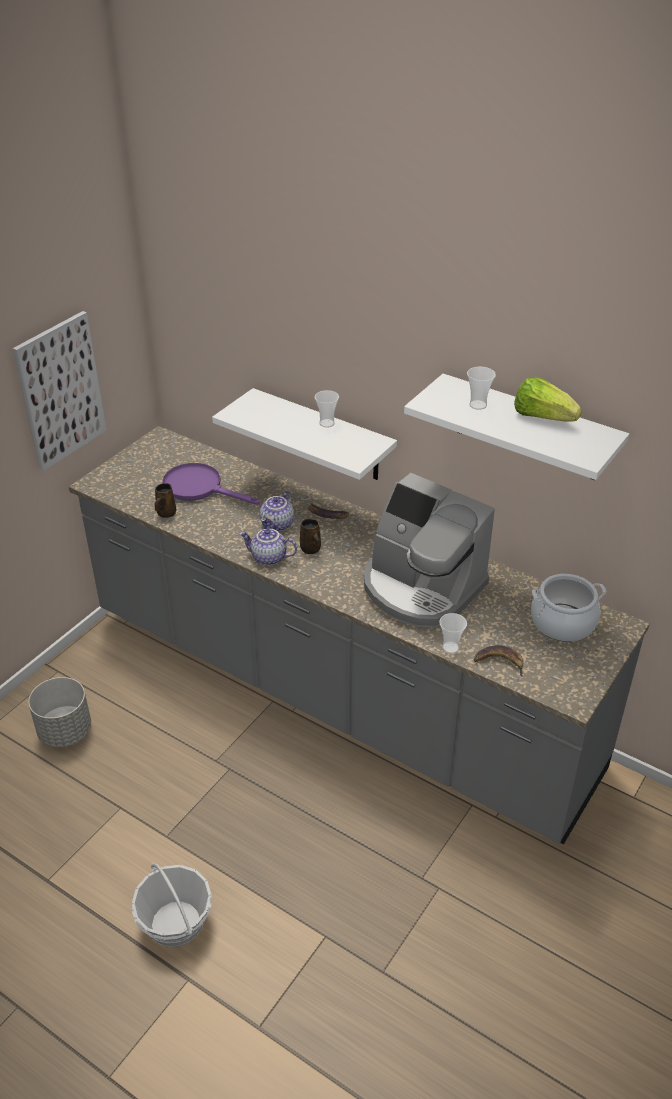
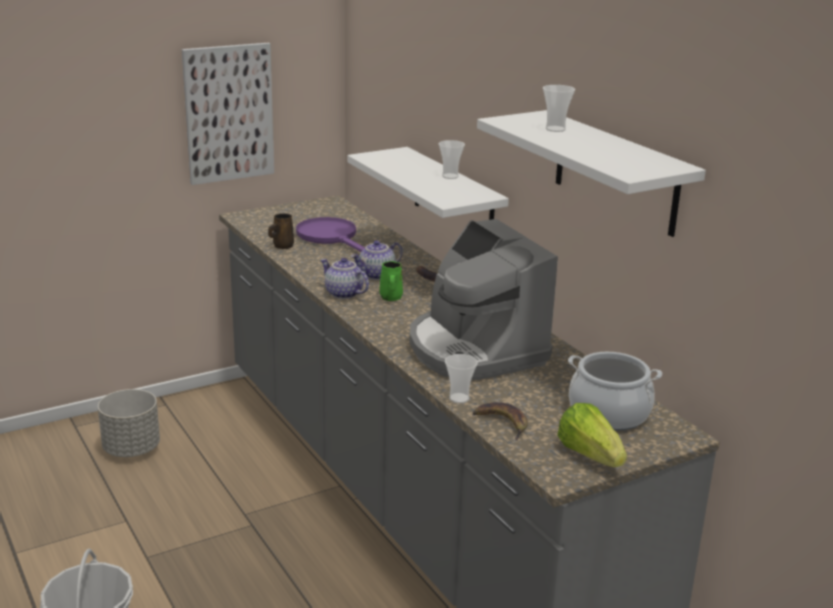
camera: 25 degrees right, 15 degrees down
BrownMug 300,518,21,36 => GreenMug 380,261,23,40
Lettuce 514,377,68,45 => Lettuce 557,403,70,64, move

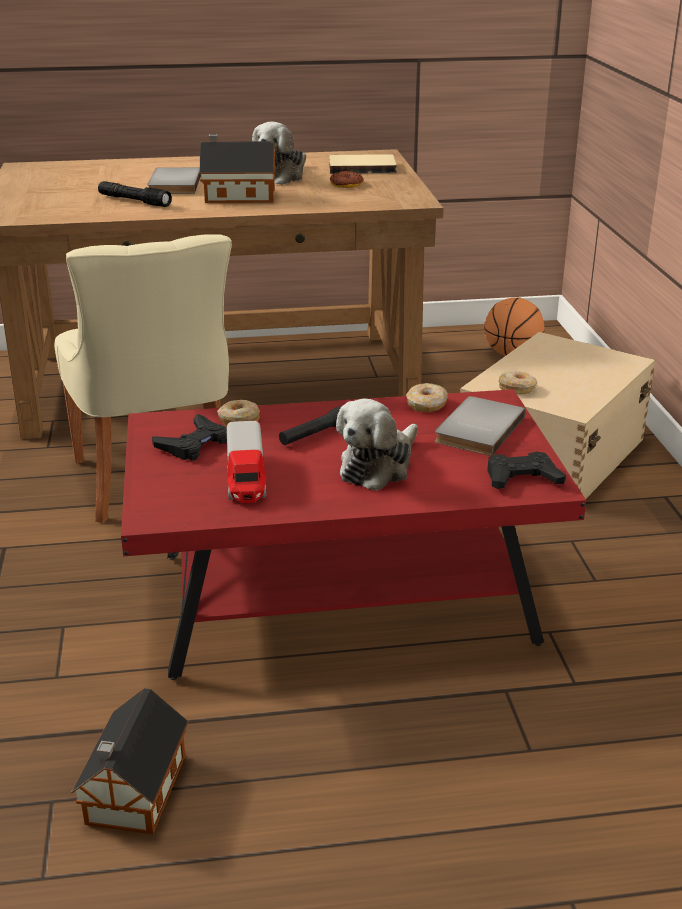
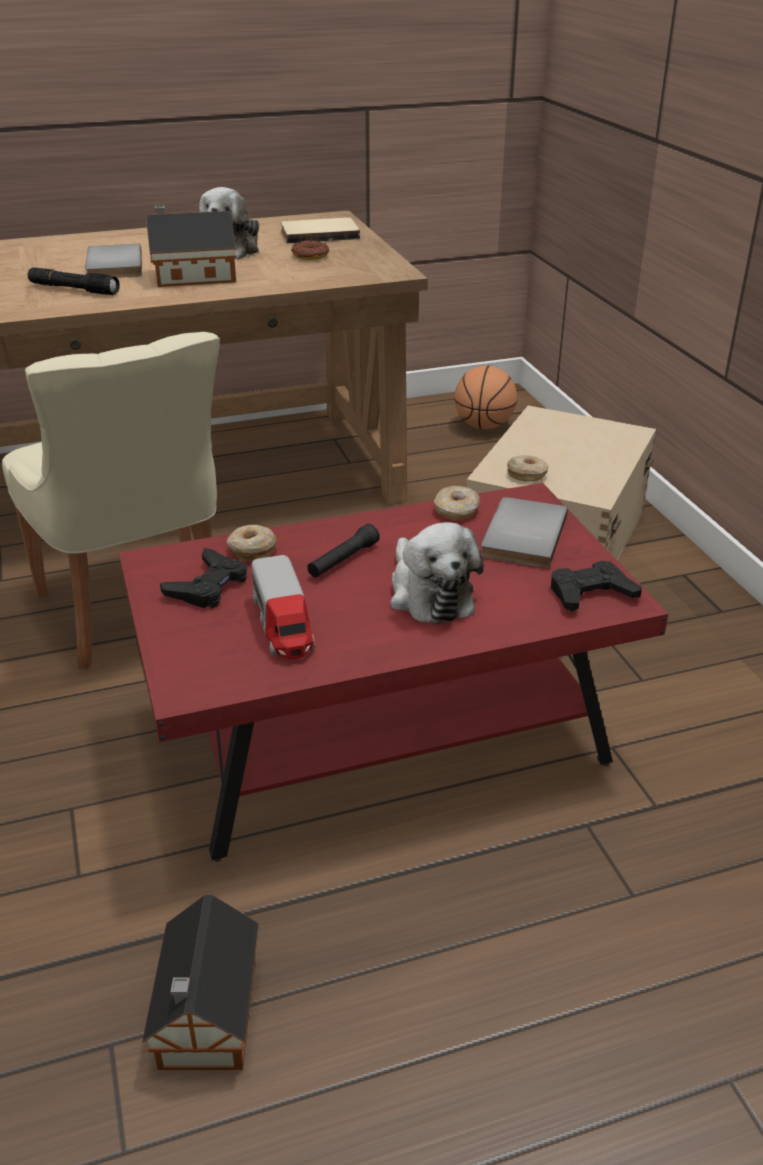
camera: 10 degrees left, 5 degrees up
PlushToy 336,399,82,92 => PlushToy 390,522,94,103, 45 degrees counterclockwise

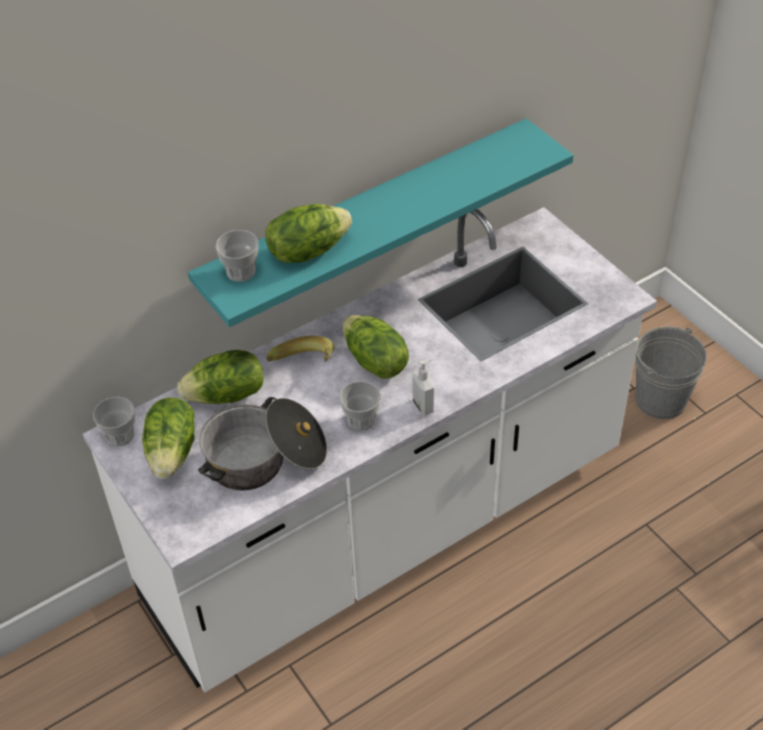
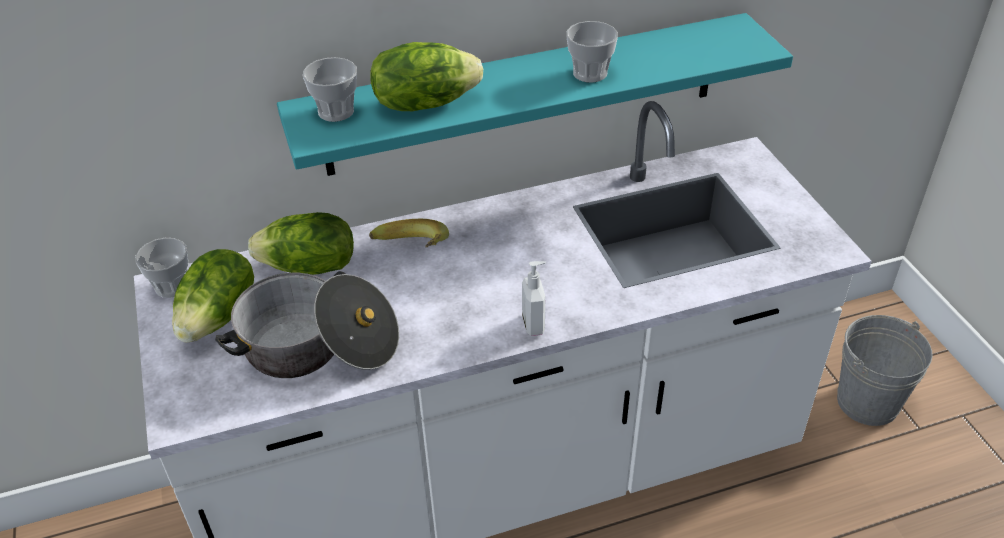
camera: 15 degrees right, 5 degrees down
Cup 339,381,42,50 => Cup 566,21,52,61, move
Lettuce 343,315,66,64 => nothing

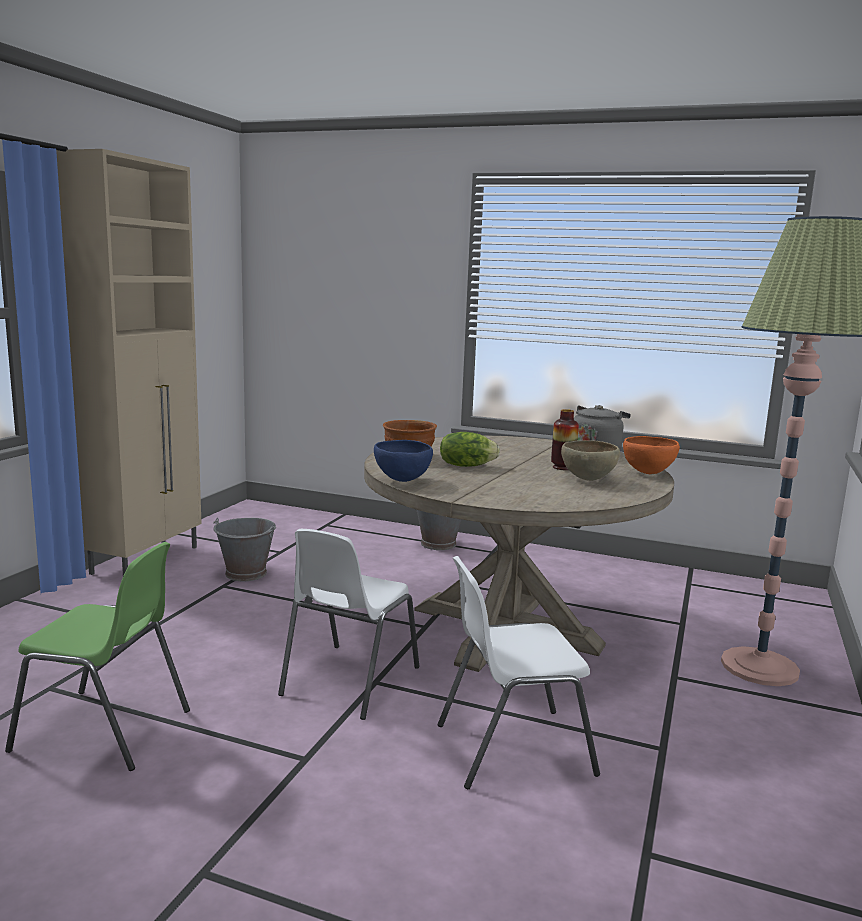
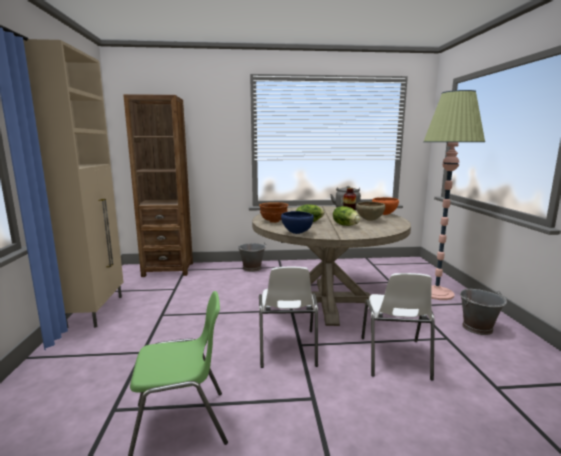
camera: 25 degrees left, 0 degrees up
GreyBucket 213,518,63,63 => GreyBucket 460,289,47,46, move
WhiteChair 438,556,162,233 => WhiteChair 361,273,74,108, 45 degrees counterclockwise
nothing => BrownBookcase 123,94,70,183
nothing => Lettuce 333,206,27,20

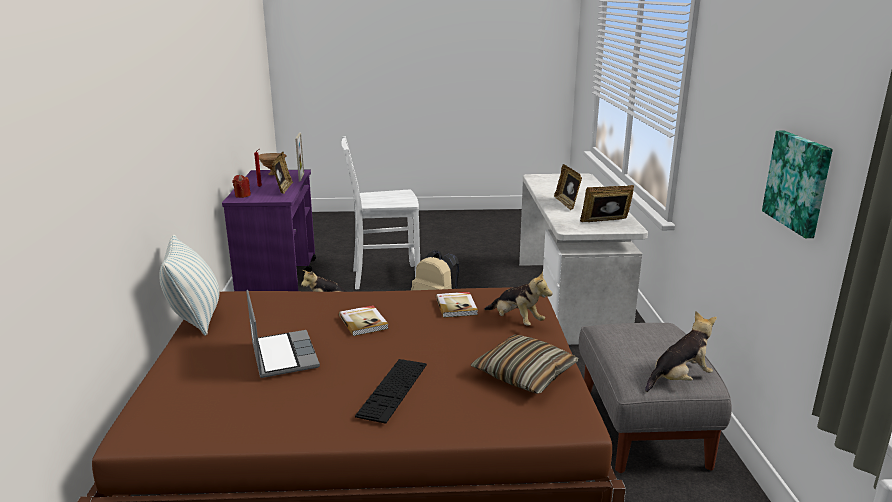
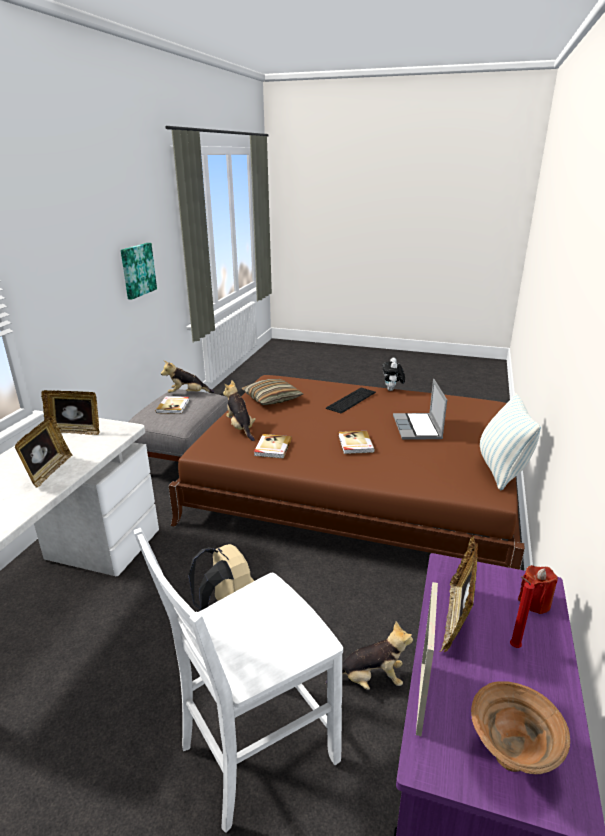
camera: 160 degrees left, 5 degrees up
WhiteChair 341,136,79,154 => WhiteChair 134,528,209,305, 135 degrees clockwise
nothing => Book 156,396,34,18
nothing => PlushToy 382,357,23,34

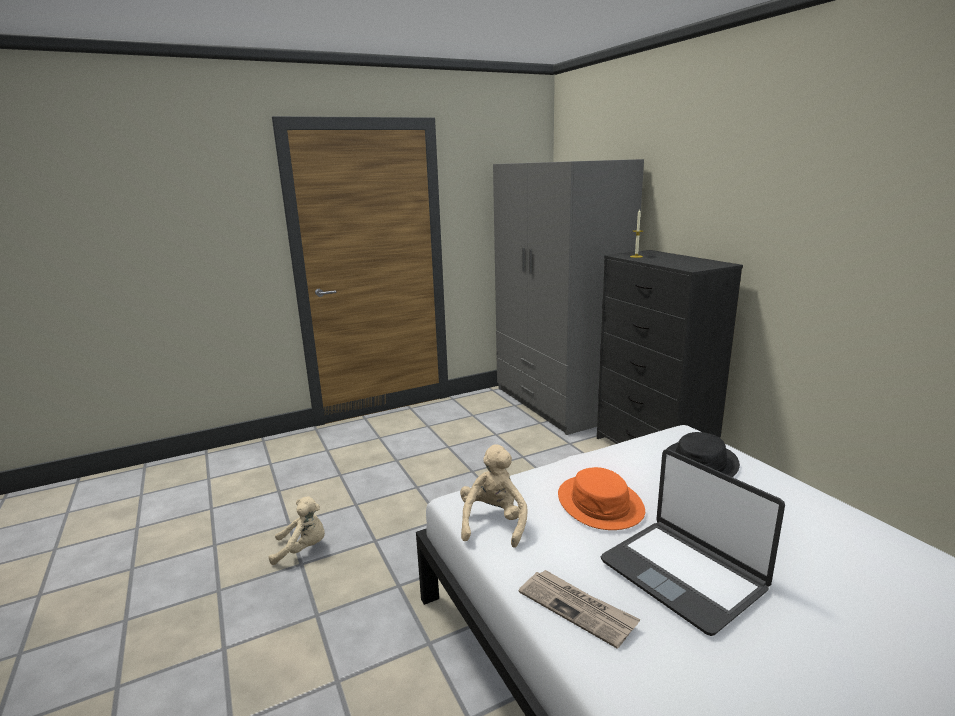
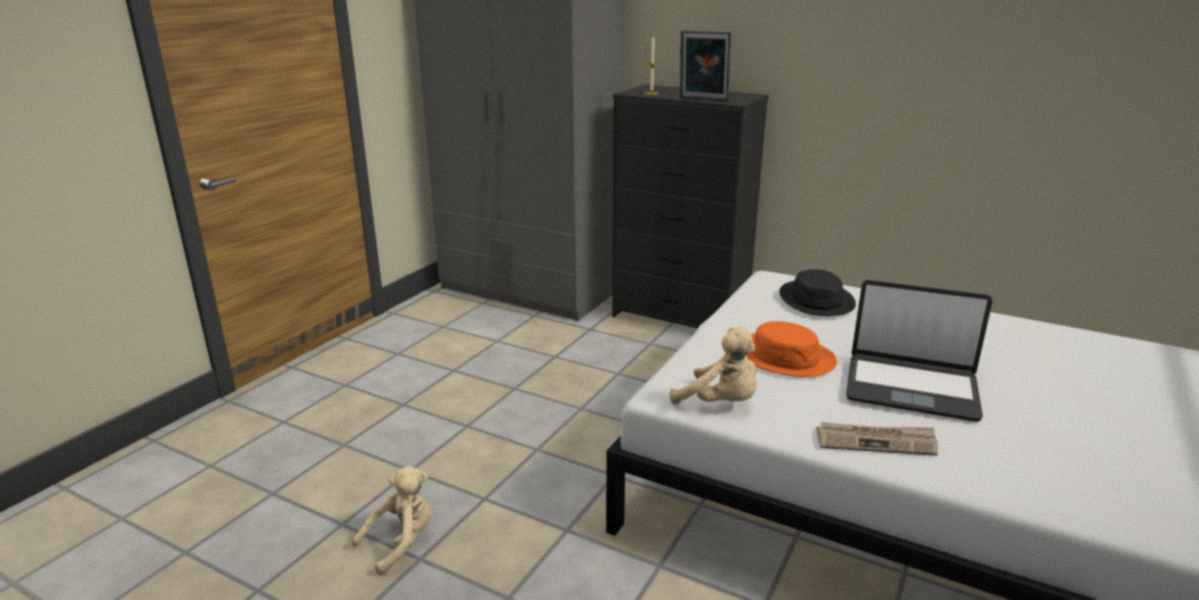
camera: 35 degrees left, 5 degrees up
BeigePlushToy 460,444,68,104 => BeigePlushToy 670,327,86,77, 150 degrees clockwise
nothing => PictureFrame 680,30,51,71

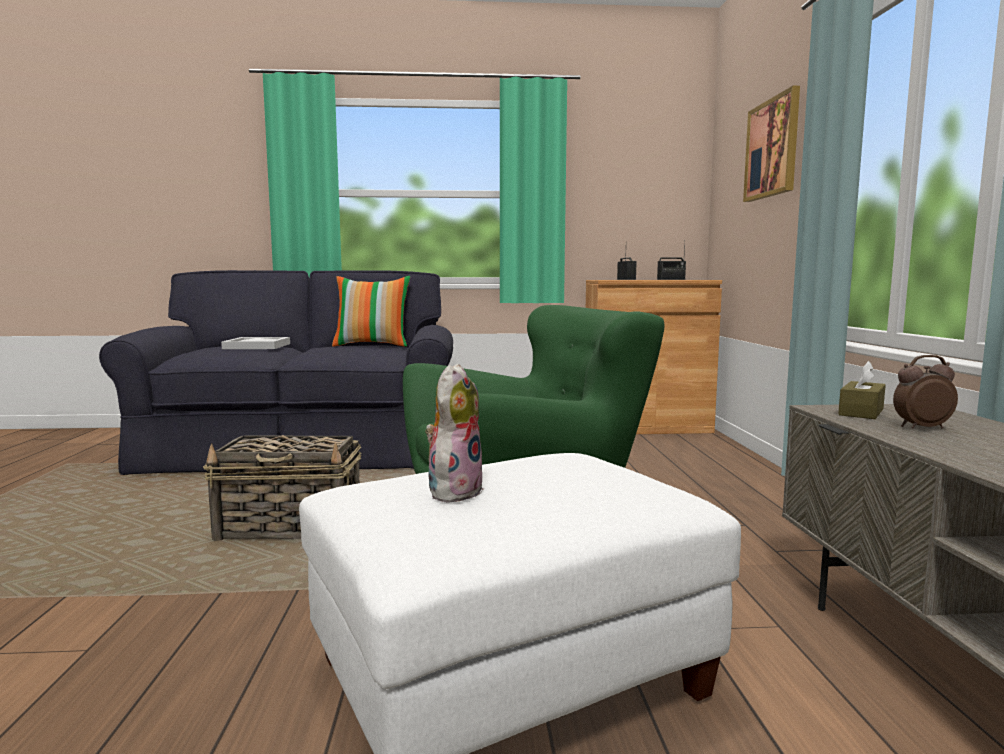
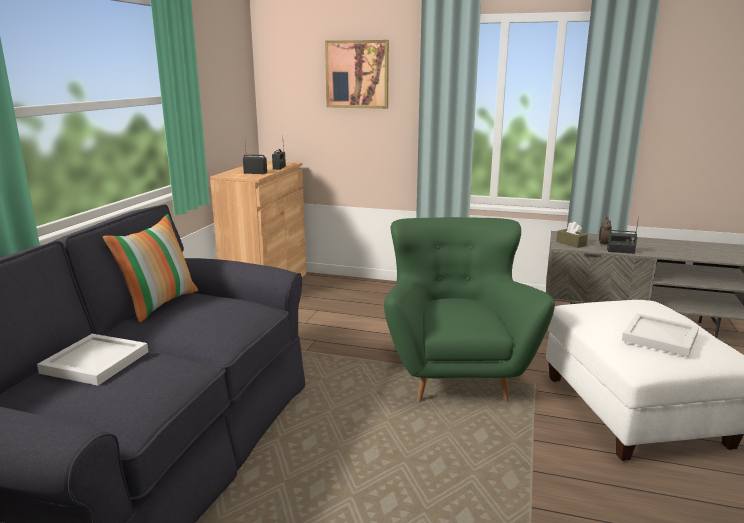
camera: 70 degrees left, 10 degrees up
Basket 203,435,159,106 => nothing
PlushToy 425,364,59,139 => WhiteTray 622,313,77,44
nothing => Radio 607,217,32,37

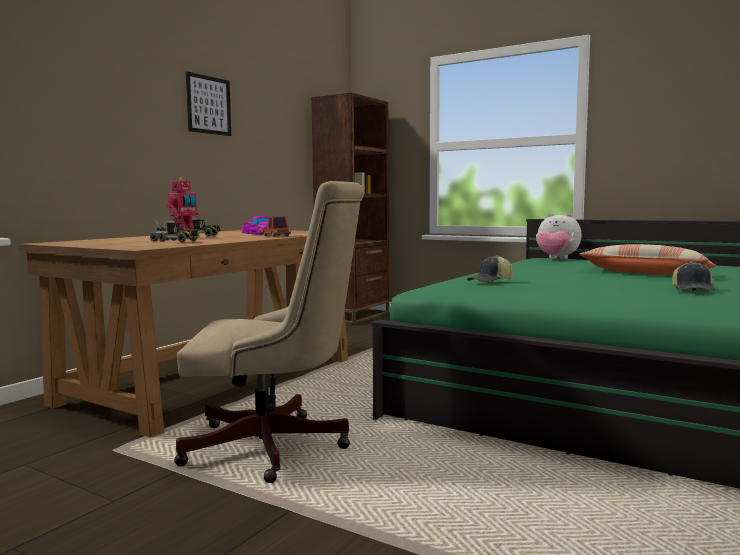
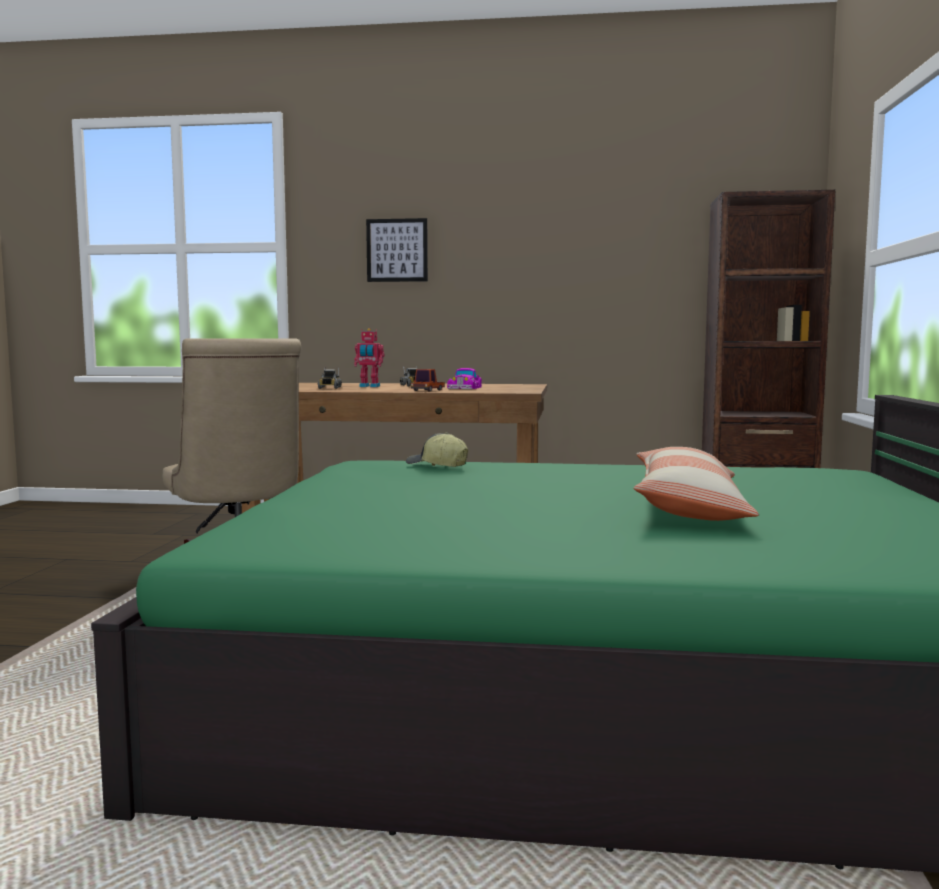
camera: 65 degrees right, 0 degrees up
Picture 186,72,45,64 => Picture 366,218,62,64, move
PlushToy 536,213,46,46 => nothing
Cap 672,261,43,31 => nothing

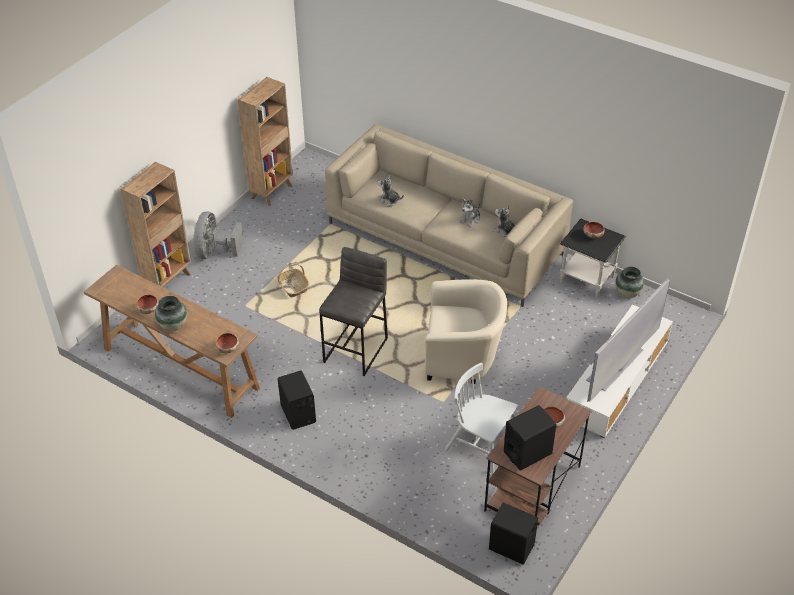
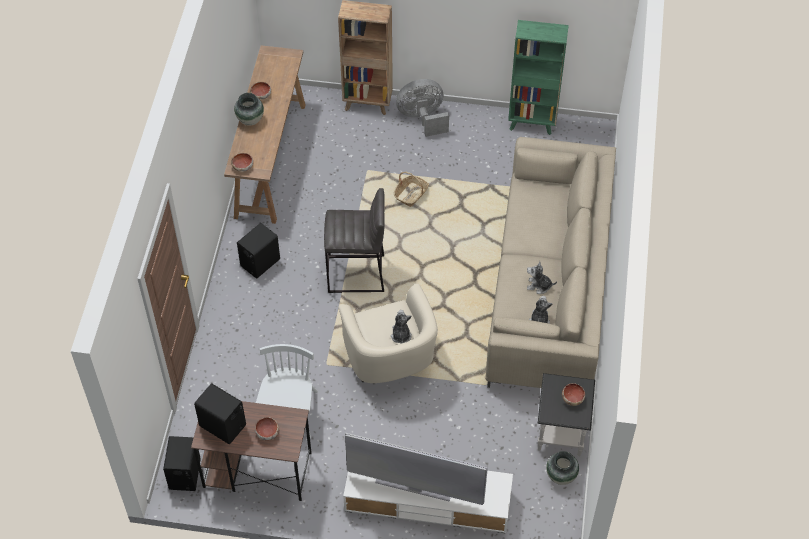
camera: 65 degrees right, 10 degrees up
BrownBookcase 238,77,55,129 => GreenBookcase 508,20,61,115
PlushToy 377,176,27,30 => PlushToy 391,310,21,34, move

